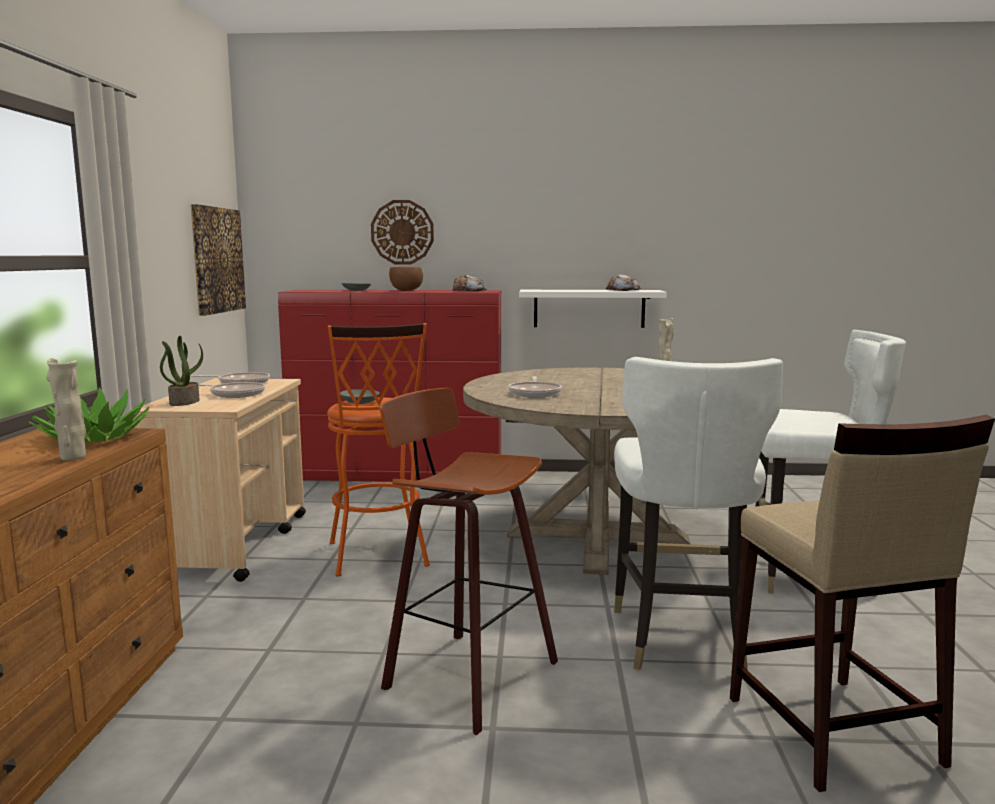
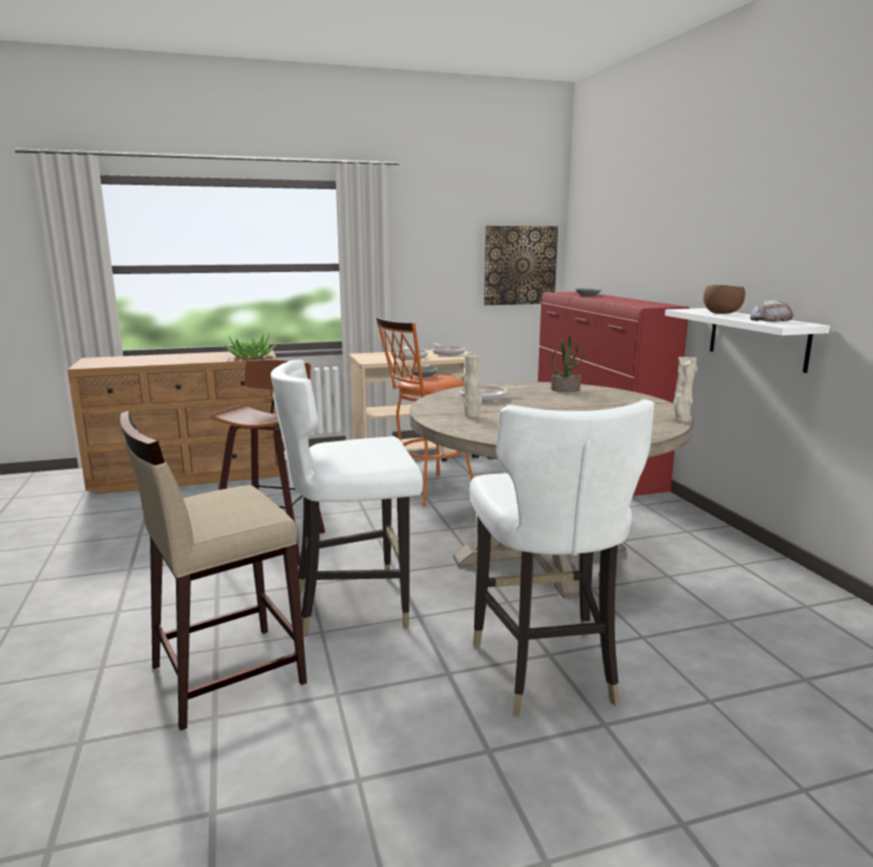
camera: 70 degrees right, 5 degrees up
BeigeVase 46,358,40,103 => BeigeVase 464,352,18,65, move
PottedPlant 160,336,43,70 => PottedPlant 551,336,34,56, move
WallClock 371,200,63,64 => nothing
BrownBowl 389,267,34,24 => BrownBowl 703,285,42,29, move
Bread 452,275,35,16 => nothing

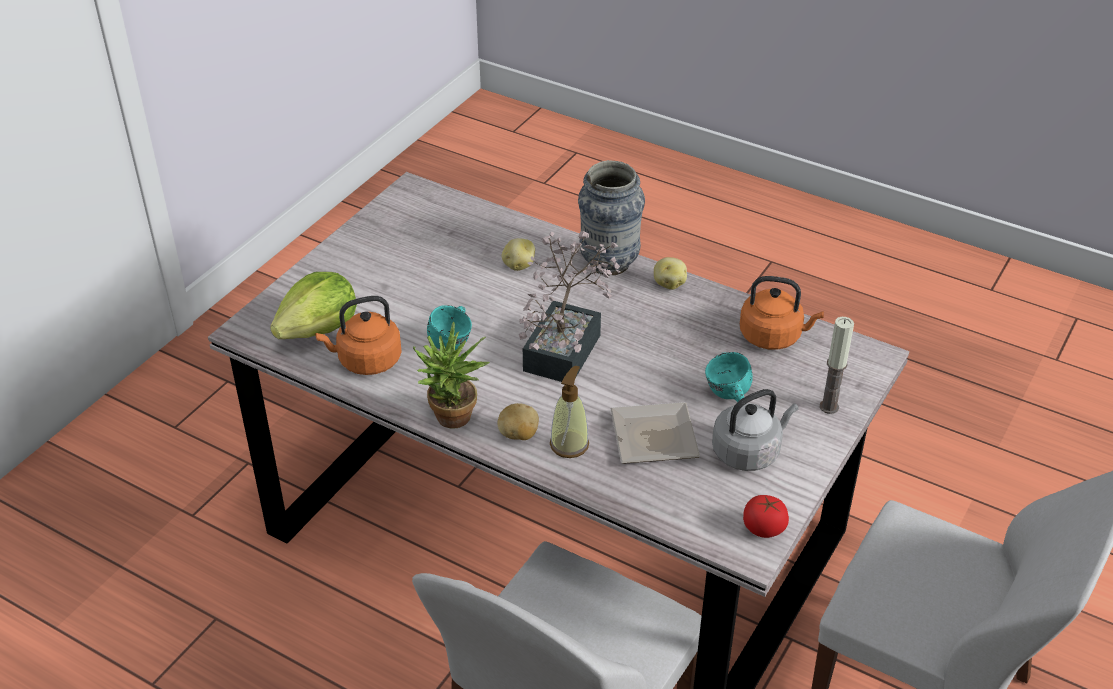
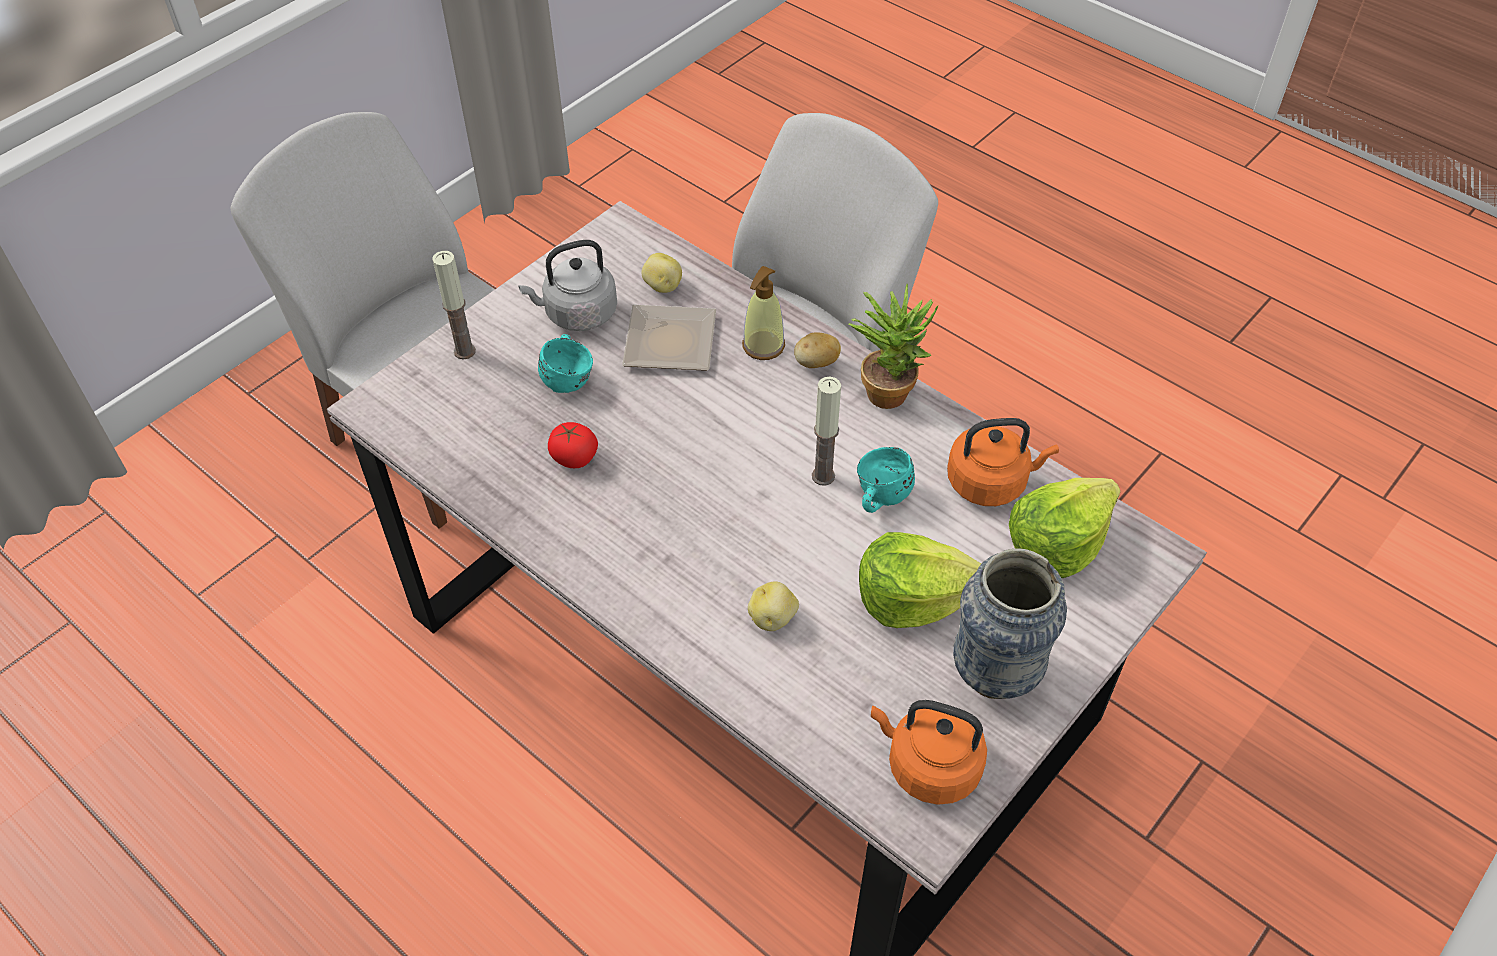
camera: 170 degrees left, 10 degrees up
PottedPlant 519,231,101,151 => nothing
Vase 578,160,67,115 => Vase 953,548,114,151, move
Potato 654,257,33,33 => Potato 641,253,41,40, move
OrangeKettle 740,276,84,74 => OrangeKettle 871,700,116,105, move
Tomato 743,495,46,43 => Tomato 548,422,50,46, move
nothing => Candle 812,377,29,109
nothing => Lettuce 859,532,122,96

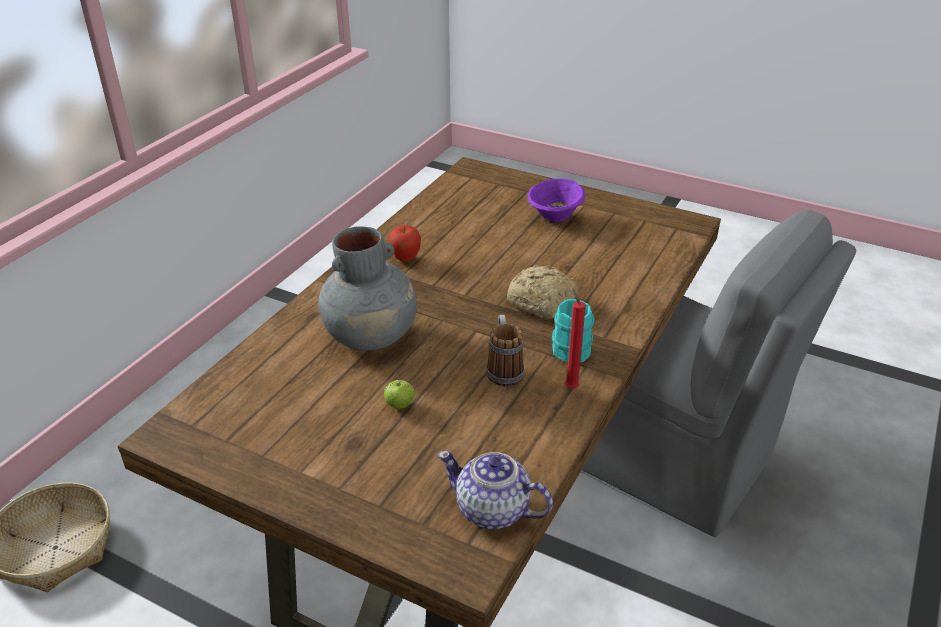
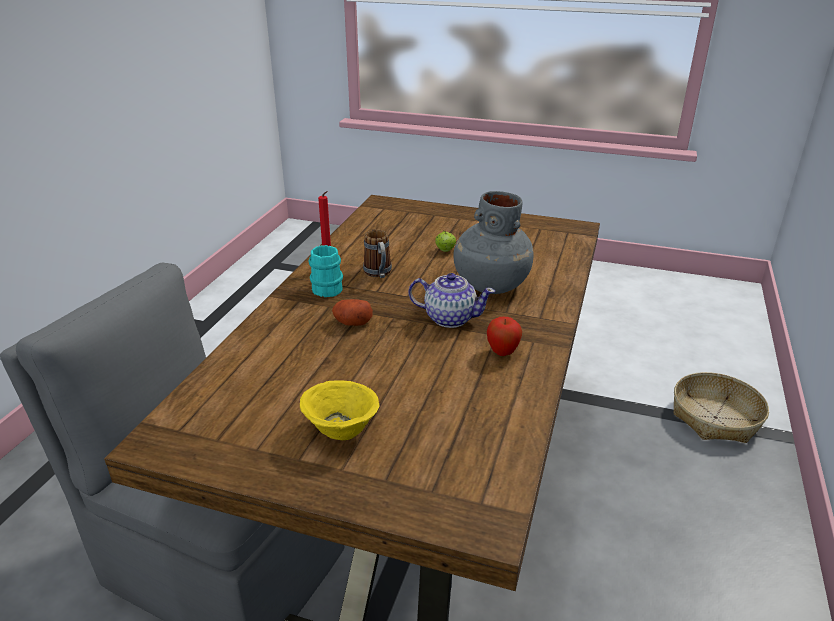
camera: 170 degrees right, 5 degrees down
Teapot 437,450,116,79 => Teapot 409,273,86,55, move
Bread 507,265,71,54 => Potato 332,299,41,27
PurpleBowl 528,178,57,44 => YellowBowl 300,380,79,60

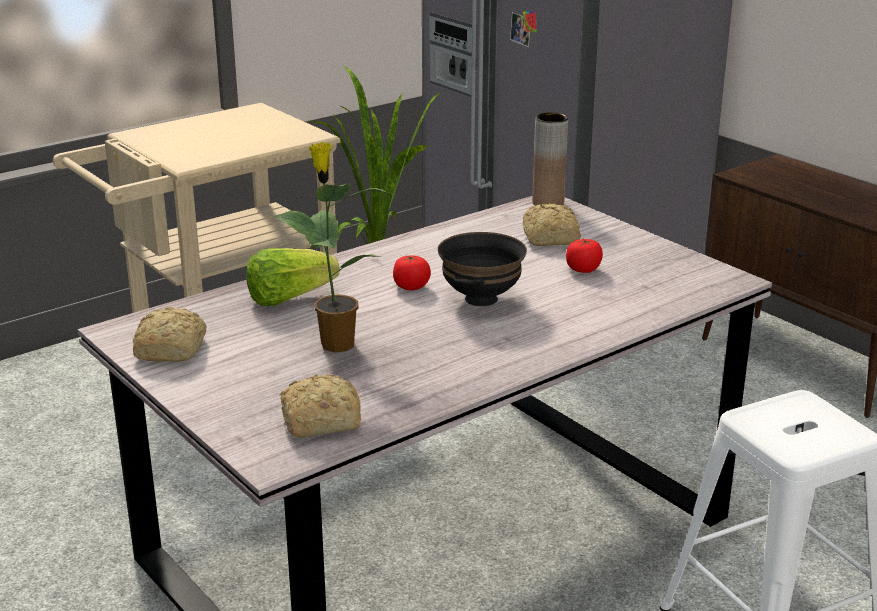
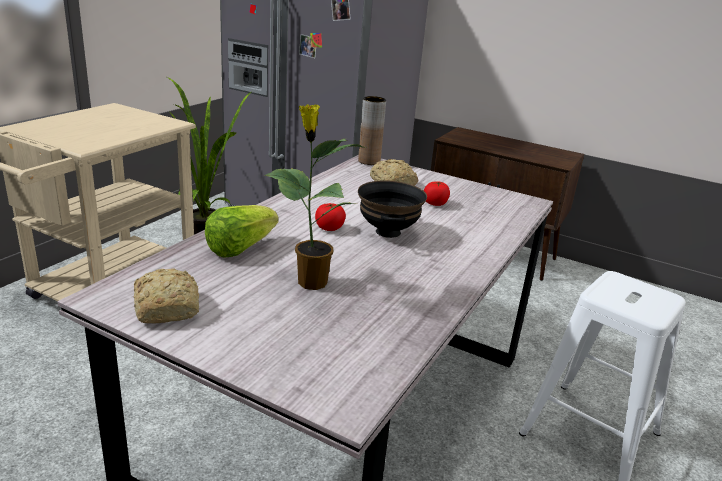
camera: 25 degrees left, 0 degrees up
Bread 280,374,81,64 => nothing

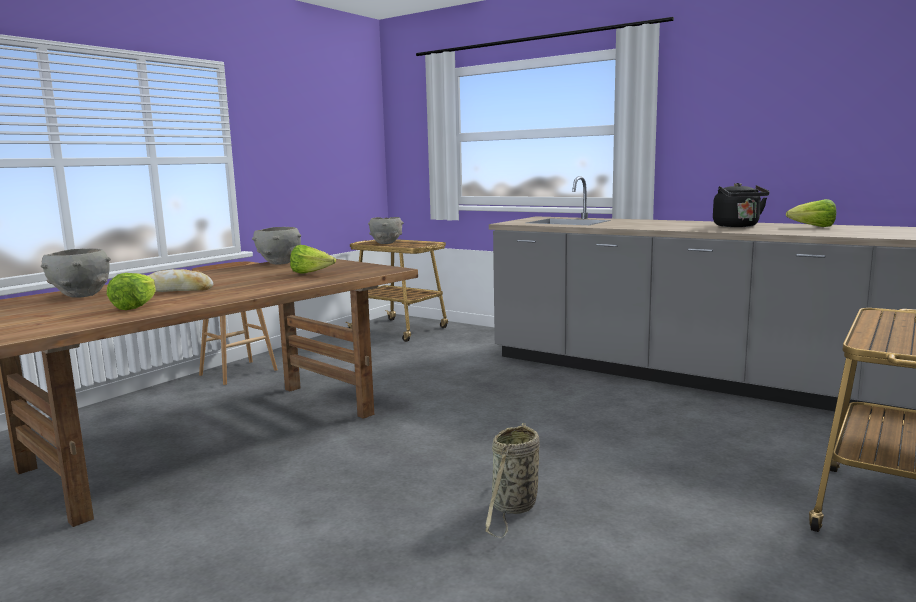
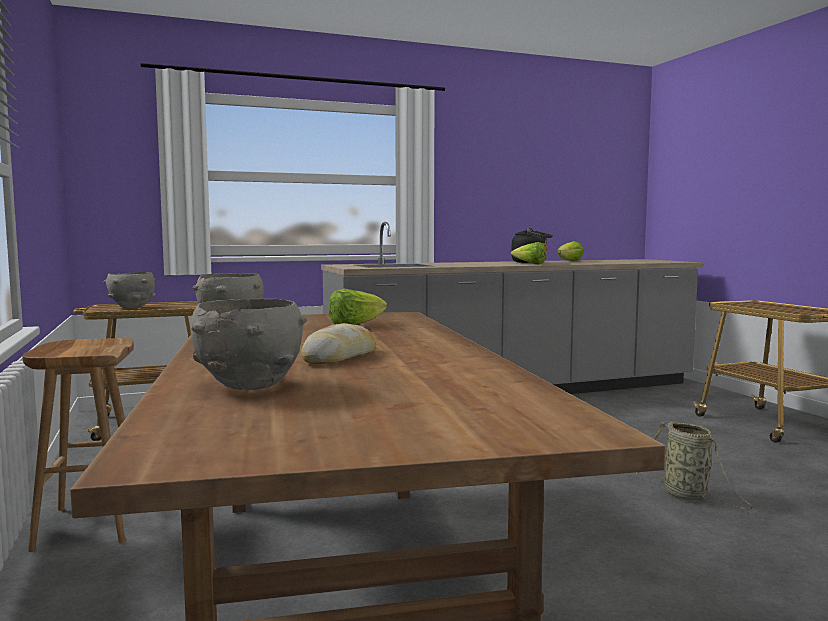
camera: 55 degrees left, 5 degrees down
Lettuce 107,273,49,37 => Lettuce 511,242,35,23, move

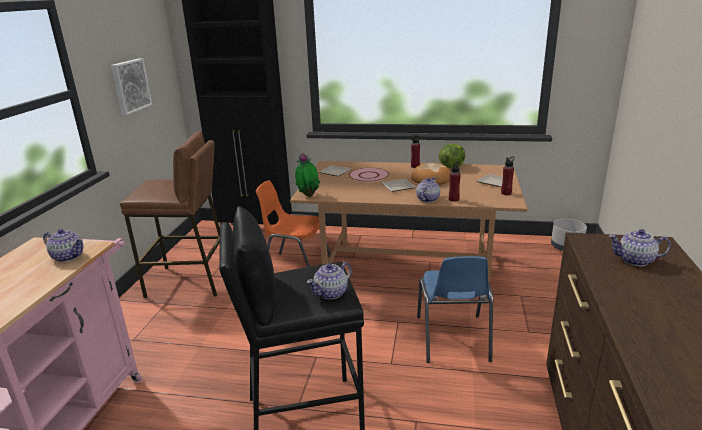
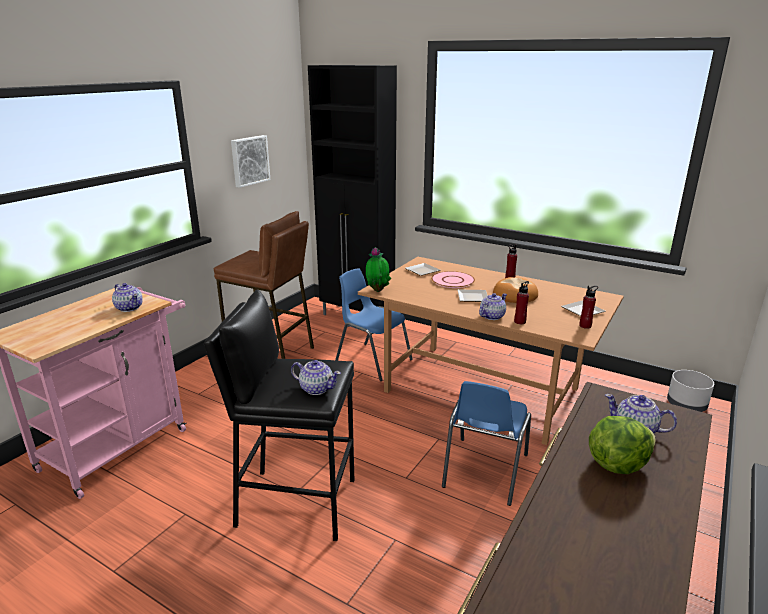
camera: 20 degrees right, 0 degrees up
OrangeChair 256,180,75,87 => BlueChair 335,268,78,113
Teapot 307,262,45,38 => Teapot 291,360,50,35, 135 degrees counterclockwise
Lettuce 439,144,26,24 => Lettuce 589,416,67,58, move

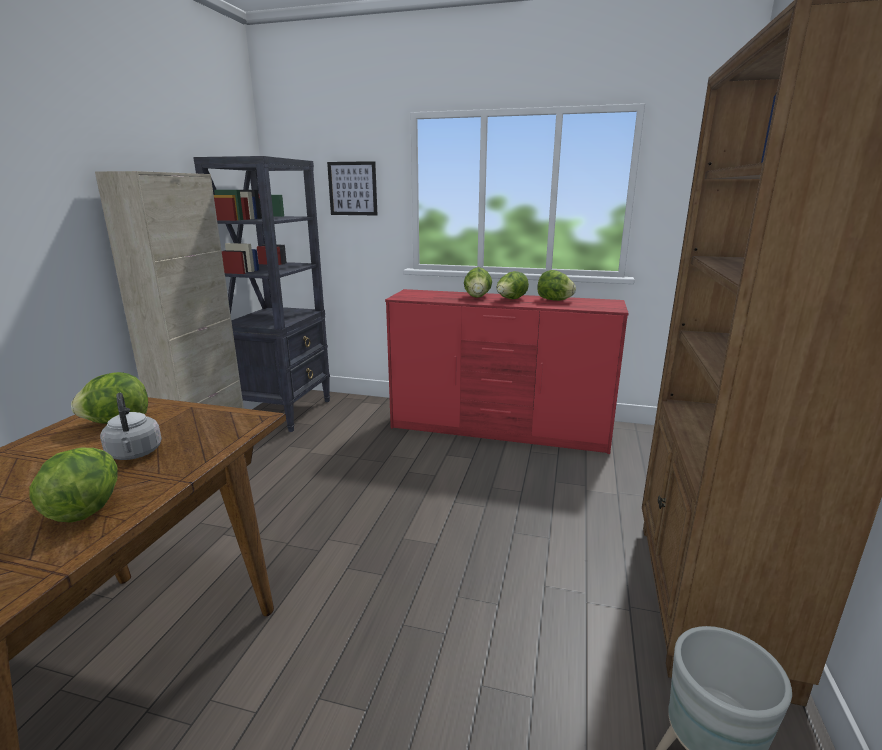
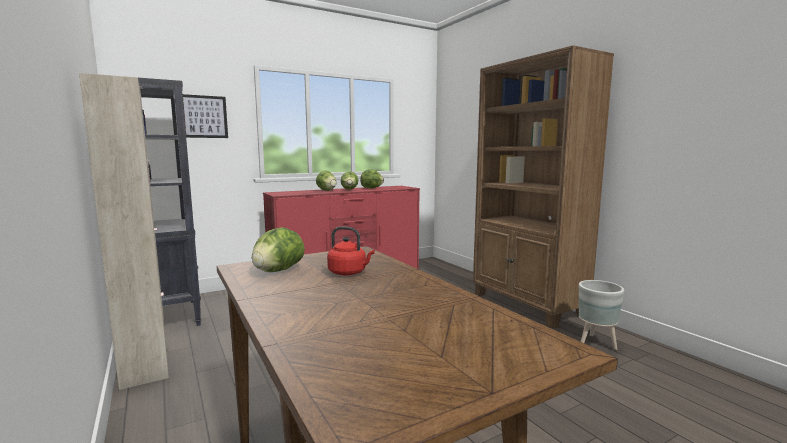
camera: 45 degrees left, 10 degrees down
Lettuce 30,448,88,75 => nothing
GreyKettle 100,393,62,67 => RedKettle 327,226,48,49

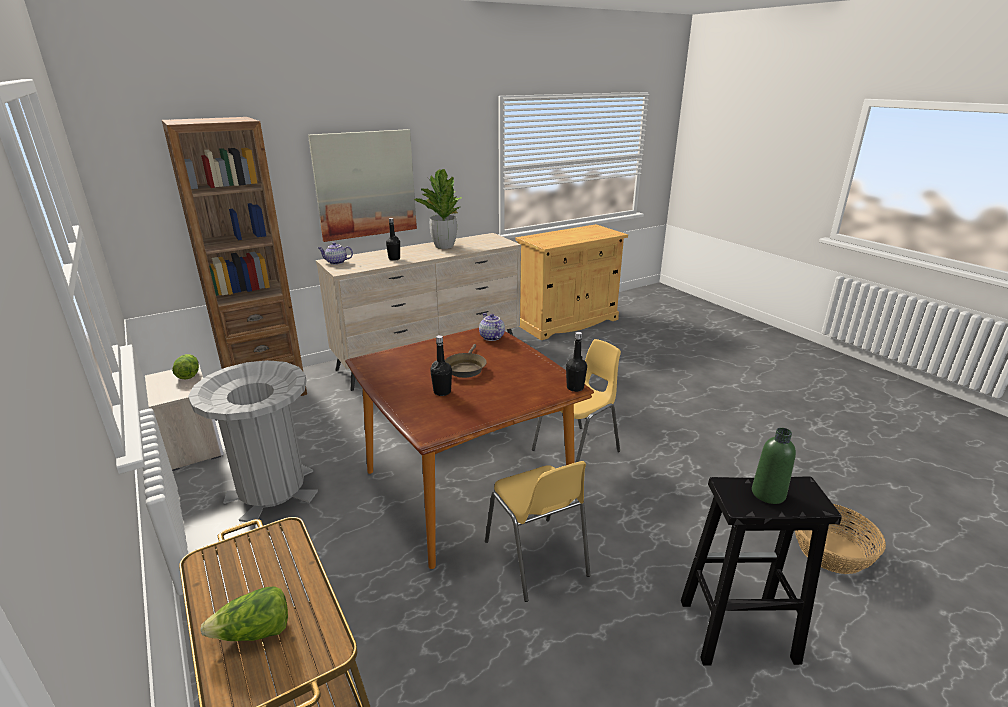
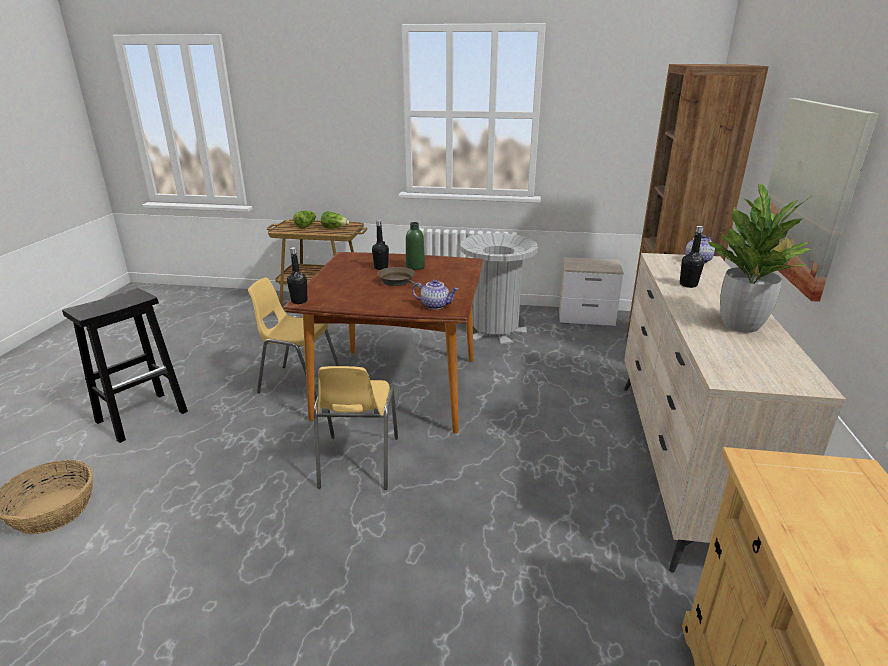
camera: 130 degrees right, 0 degrees up
Lettuce 172,354,27,26 => Lettuce 321,211,28,18, move
GreenBottle 752,428,44,76 => GreenBottle 406,222,19,48, move

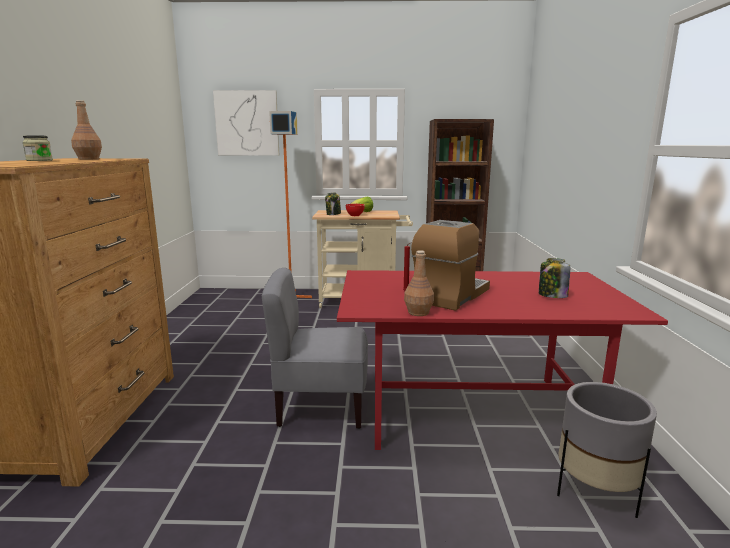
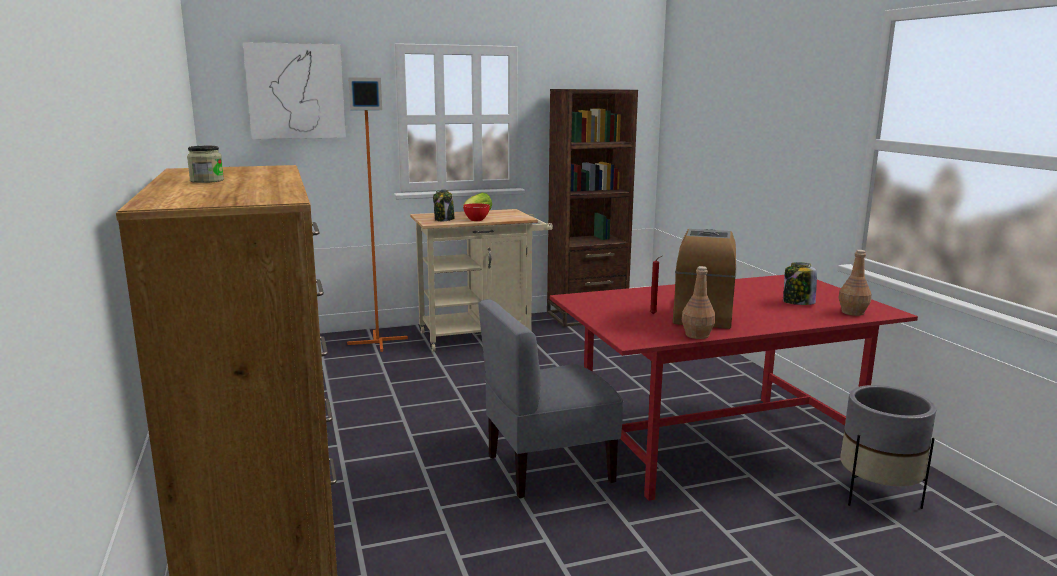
camera: 20 degrees left, 0 degrees up
BrownBottle 71,100,31,60 => BrownBottle 838,250,34,66, move

